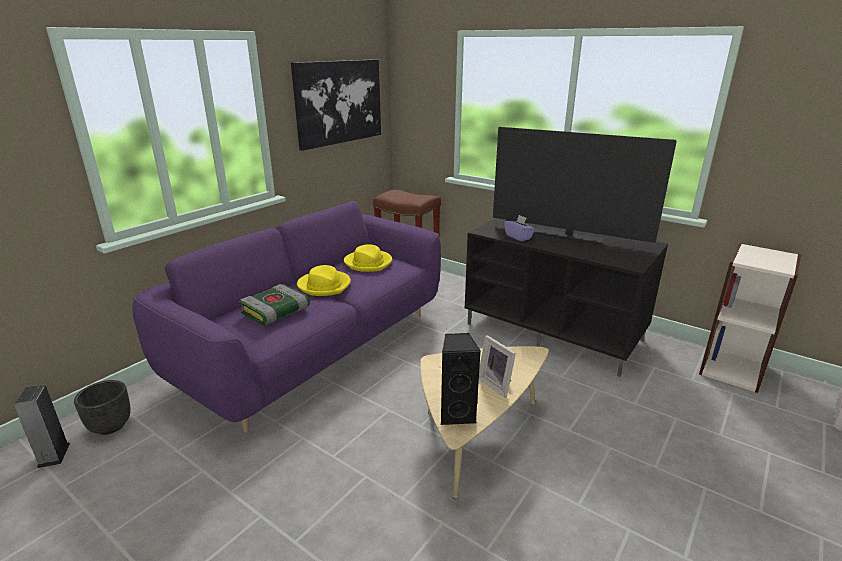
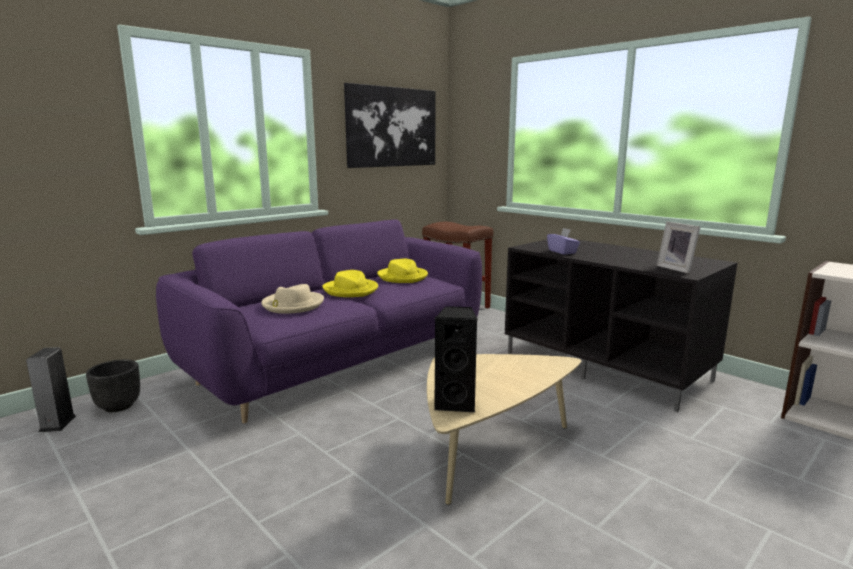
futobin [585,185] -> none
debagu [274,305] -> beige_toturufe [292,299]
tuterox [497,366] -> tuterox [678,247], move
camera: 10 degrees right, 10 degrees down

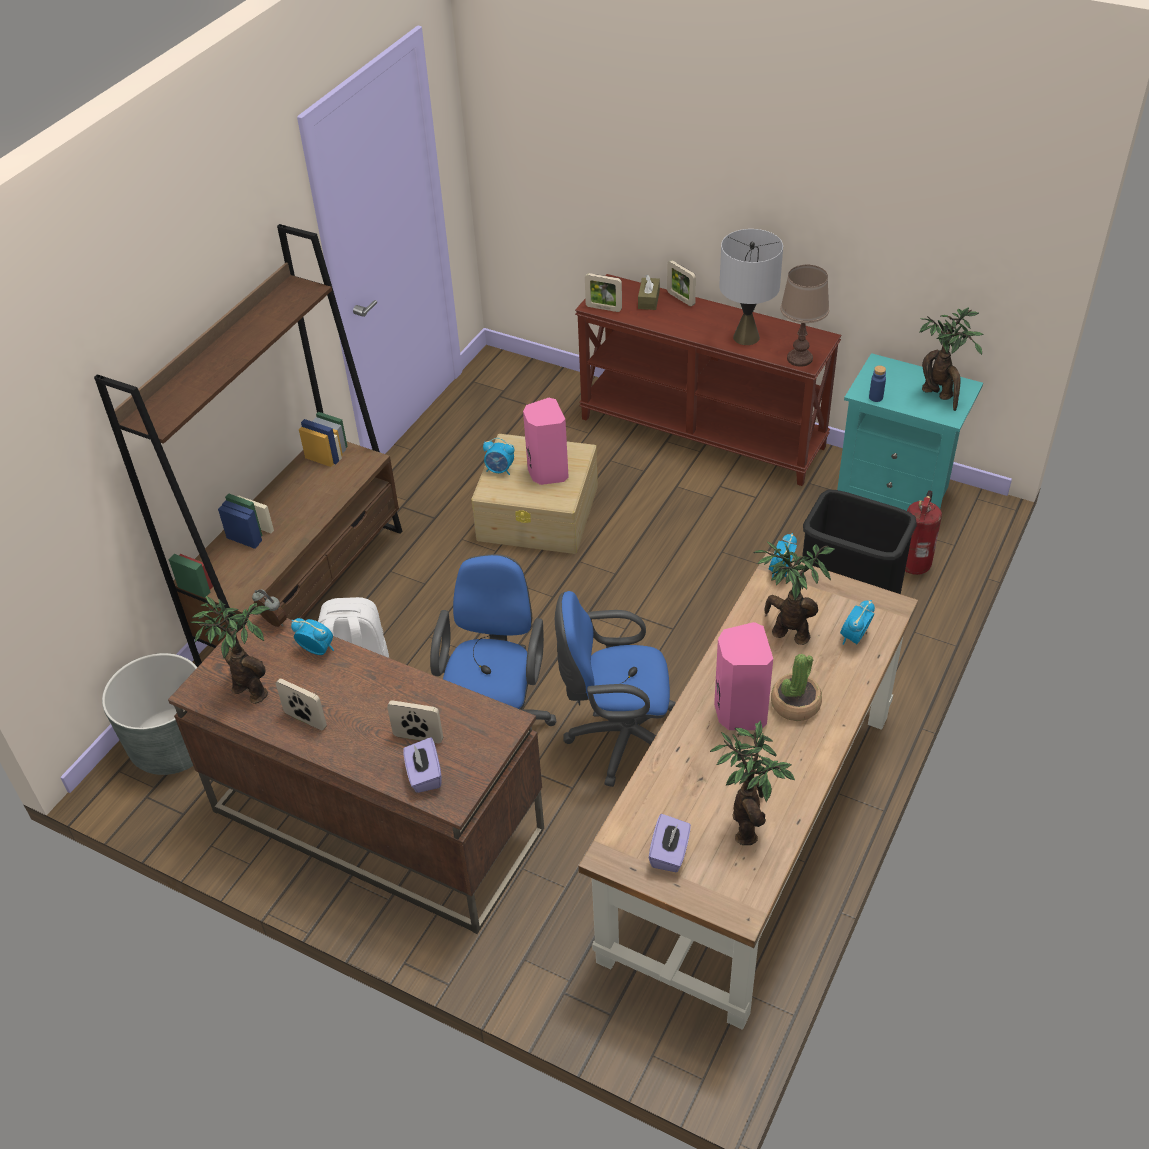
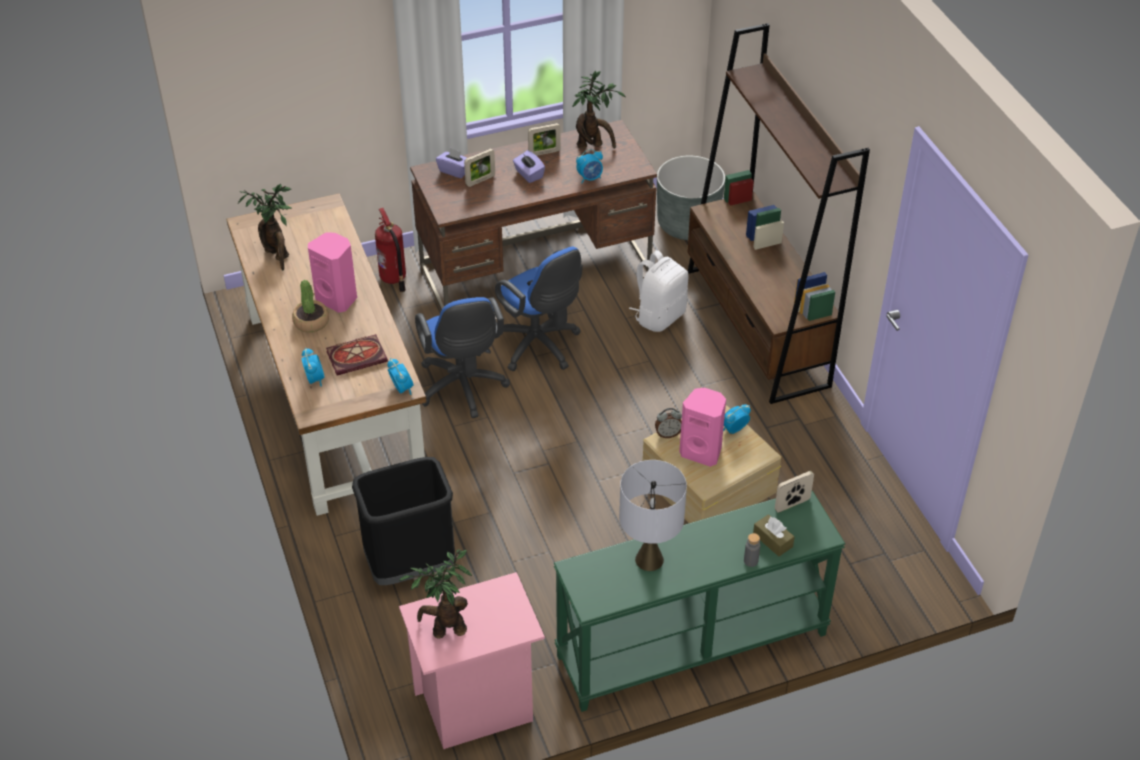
tuterox [681,283] -> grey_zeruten [752,550]
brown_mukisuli [804,316] -> none
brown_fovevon [708,380] -> green_fovevon [699,601]
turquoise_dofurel [910,432] -> pink_dofurel [472,660]
blue_zeruten [877,383] -> none
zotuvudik [923,532] -> zotuvudik [390,250], move
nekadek [794,593] -> debagu [357,354]
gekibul [269,608] -> gekibul [668,423], move
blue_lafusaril [615,689] -> blue_lafusaril [462,357], 120 degrees clockwise
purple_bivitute [670,843] -> purple_bivitute [529,166], move
camera: 130 degrees right, 0 degrees up

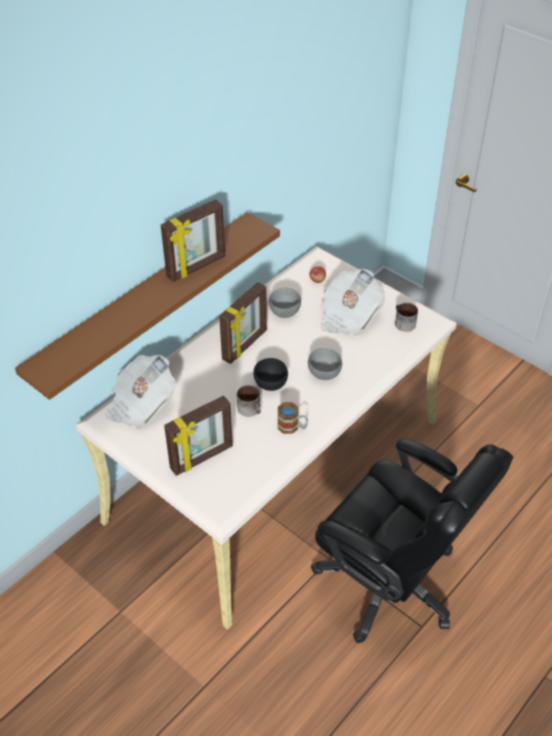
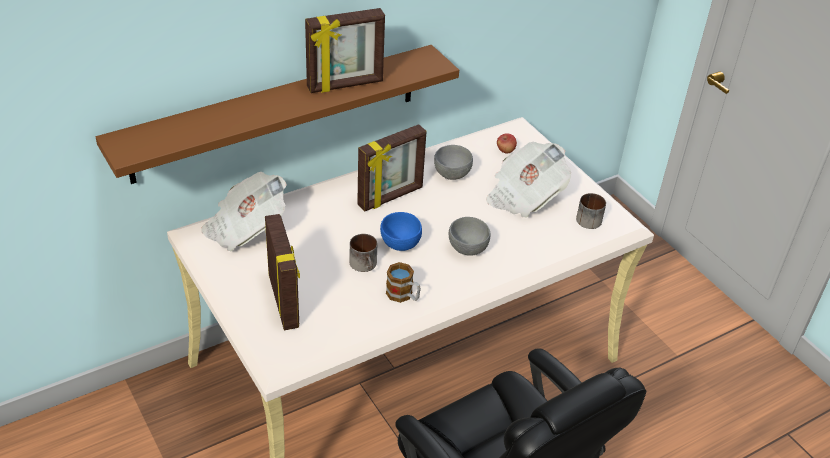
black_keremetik [270,374] -> blue_keremetik [401,231]
tuterox [198,435] -> tuterox [282,272], 90 degrees counterclockwise
camera: 15 degrees right, 5 degrees down

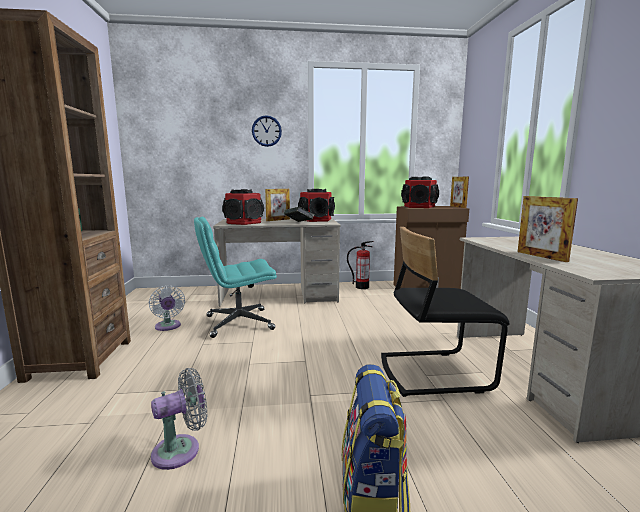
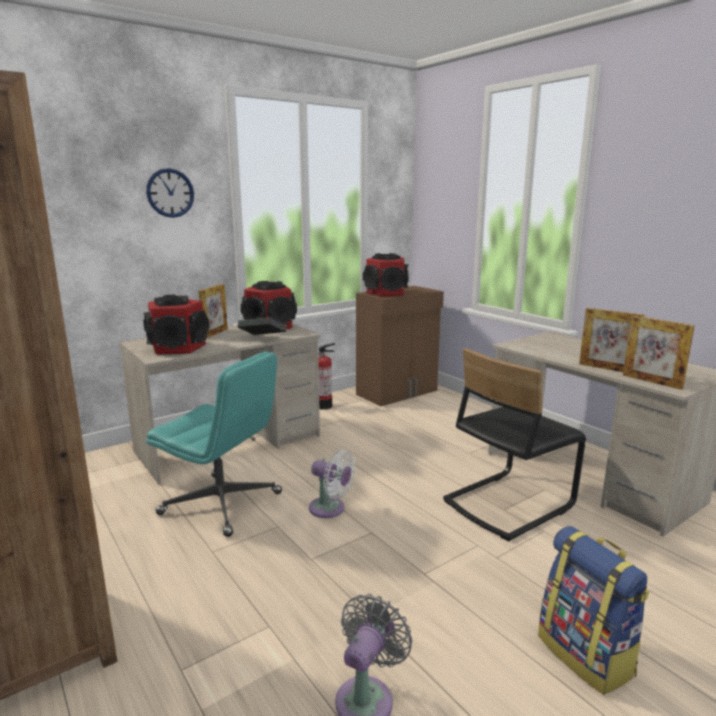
tuterox [459,192] -> tuterox [659,353], move
turquoise_lafusaril [235,277] -> turquoise_lafusaril [214,444], 105 degrees counterclockwise
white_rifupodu [167,308] -> white_rifupodu [332,484], move
camera: 30 degrees left, 5 degrees up

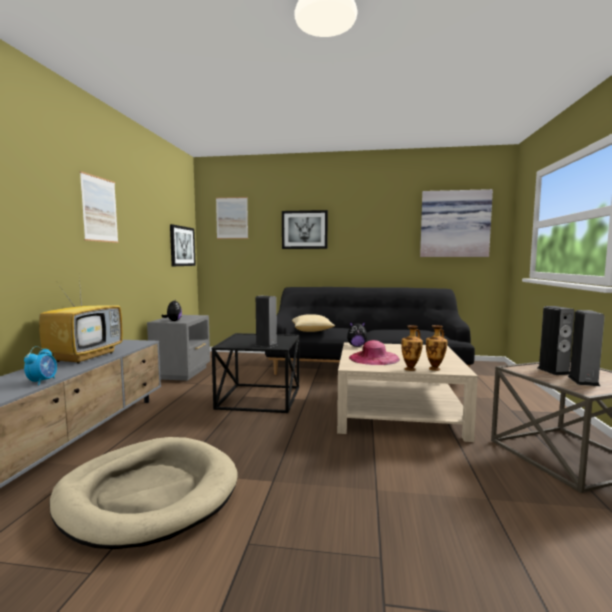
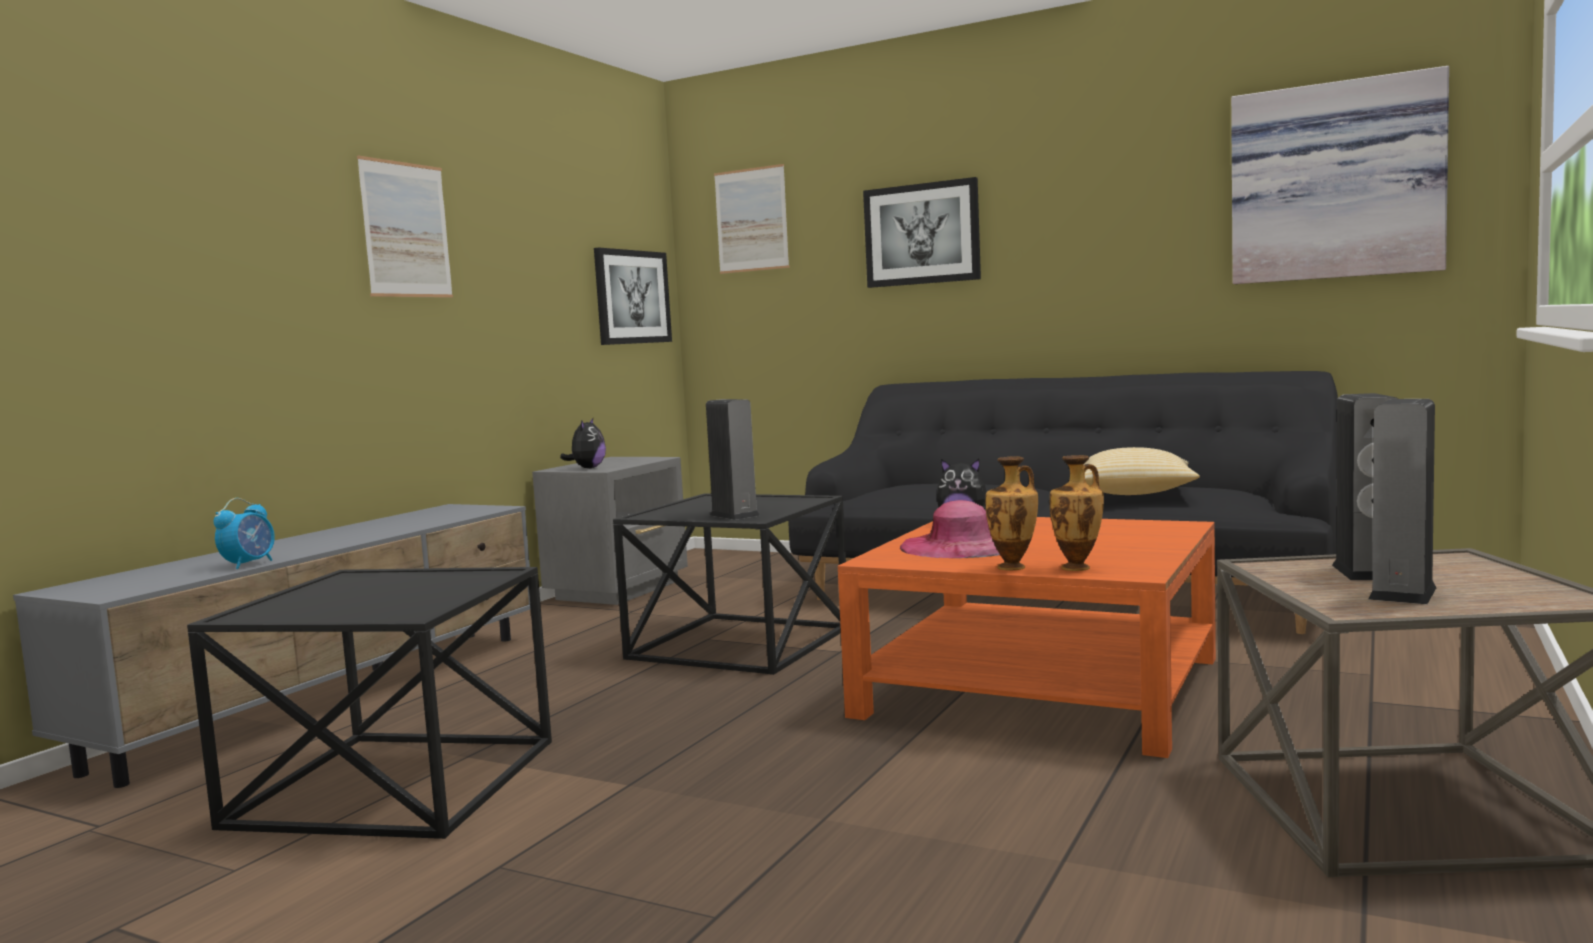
futobin [81,320] -> none
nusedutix [313,323] -> nusedutix [1142,471], move
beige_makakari [407,392] -> orange_makakari [1027,637]
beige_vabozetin [143,493] -> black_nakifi [369,703]
camera: 20 degrees right, 0 degrees up

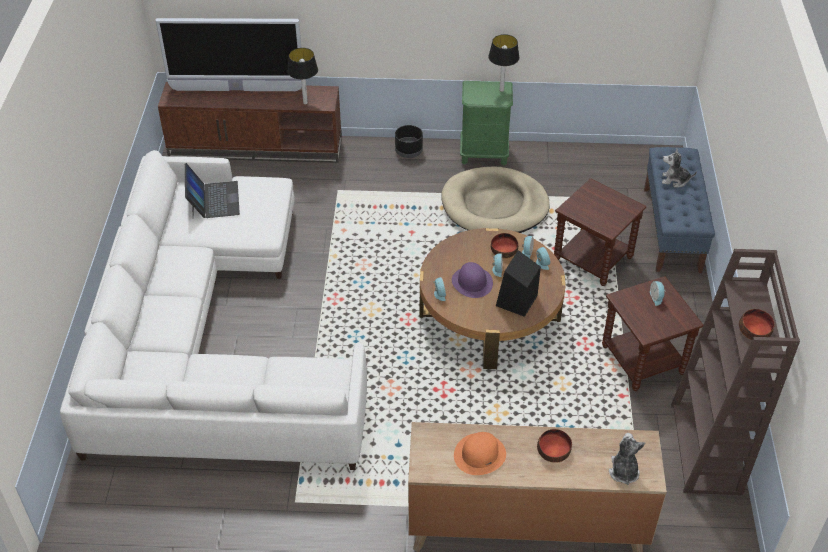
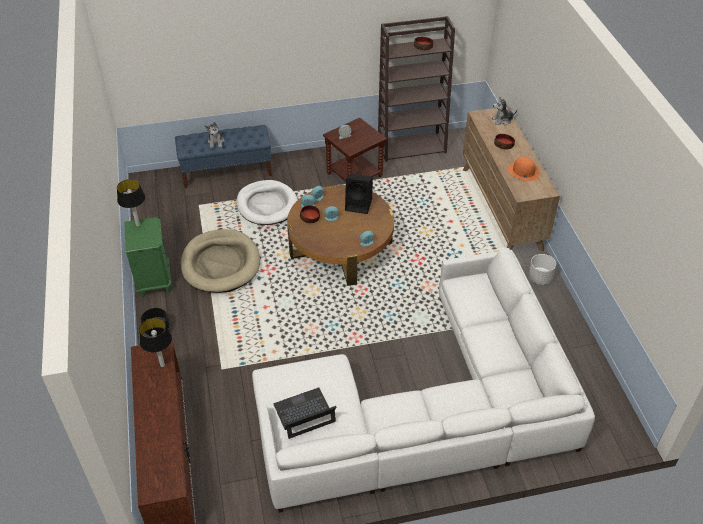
futobin [229,54] -> none
brown_nakifi [600,232] -> white_vabozetin [267,202]
purple_toturufe [472,280] -> none
none -> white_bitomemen [542,269]
camera: 105 degrees left, 0 degrees up

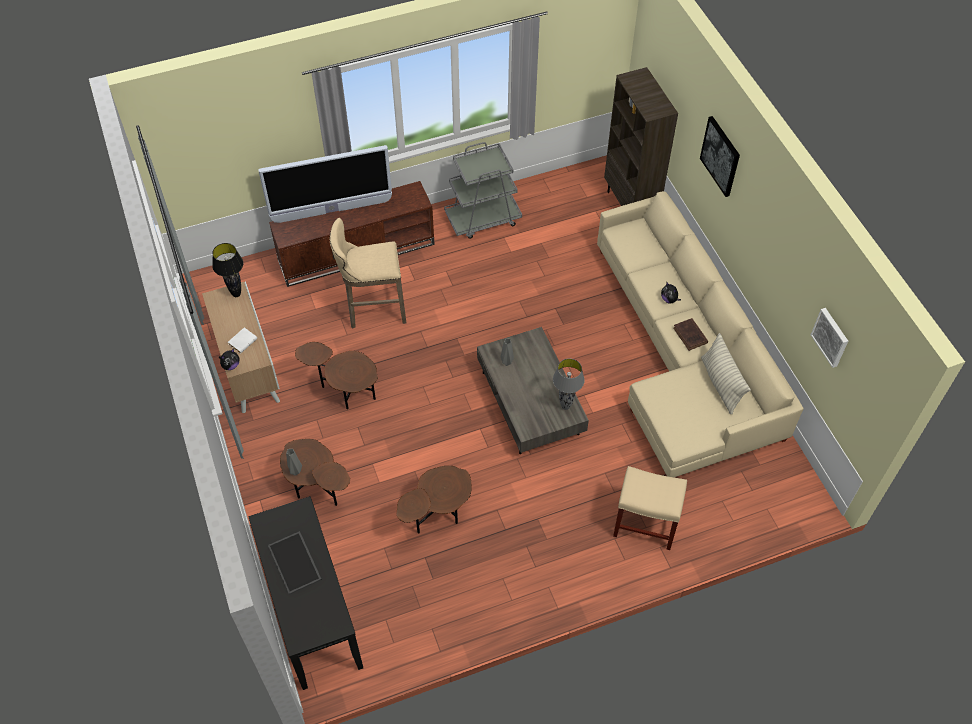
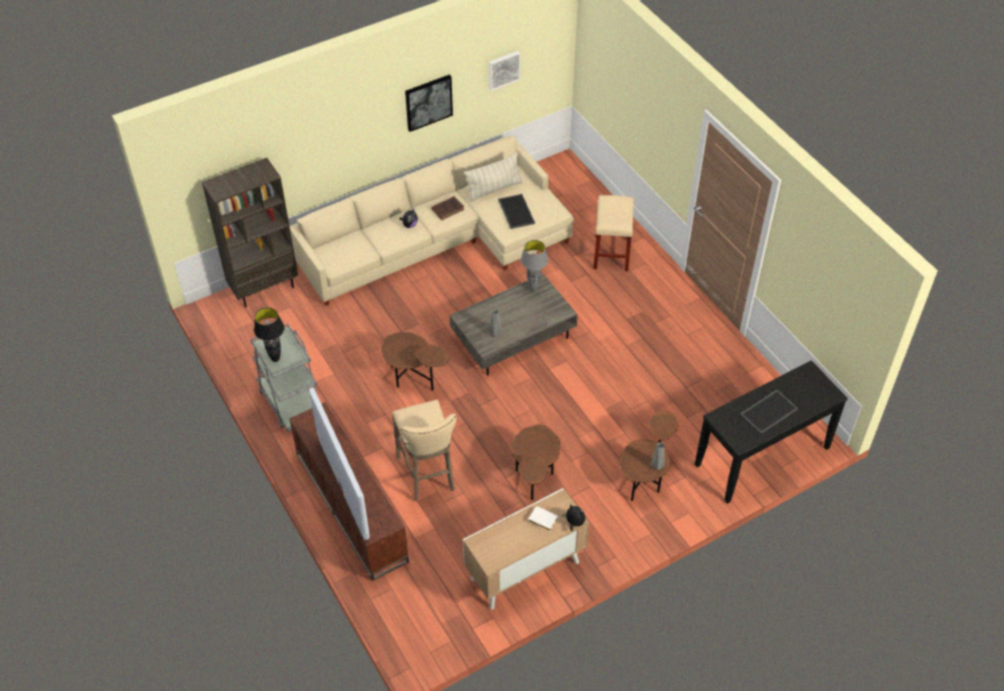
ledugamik [720,156] -> ledugamik [429,103], move
black_mukisuli [227,270] -> black_mukisuli [269,335], move
brown_nakifi [434,500] -> brown_nakifi [415,361], move
none -> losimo [516,211]
camera: 100 degrees left, 5 degrees down

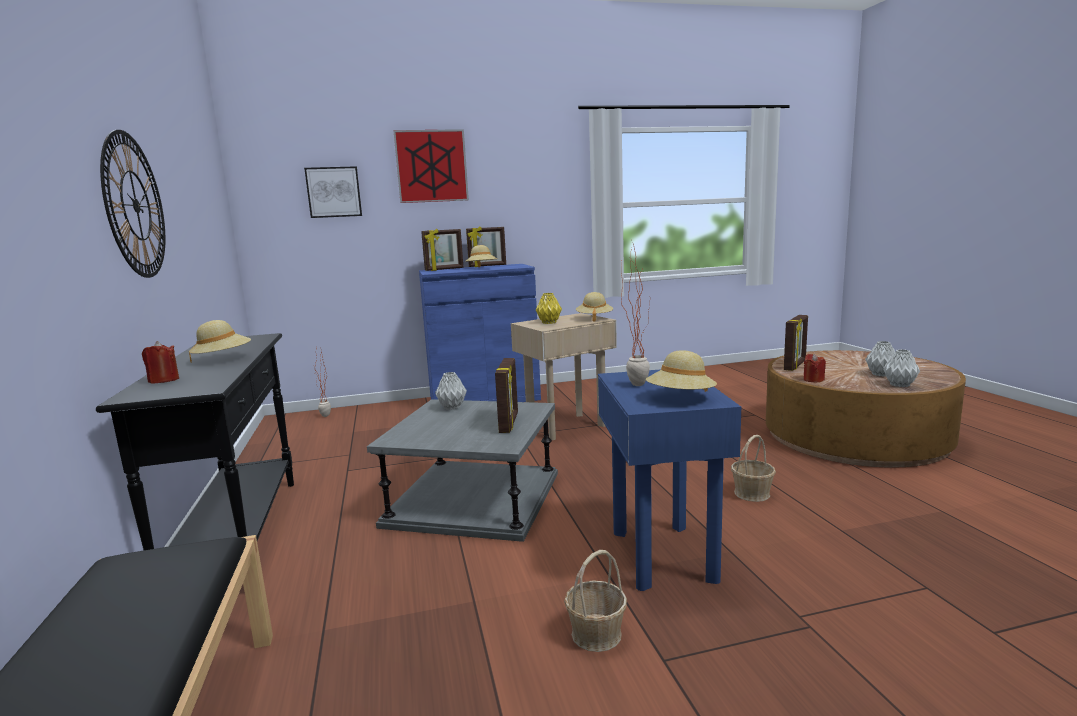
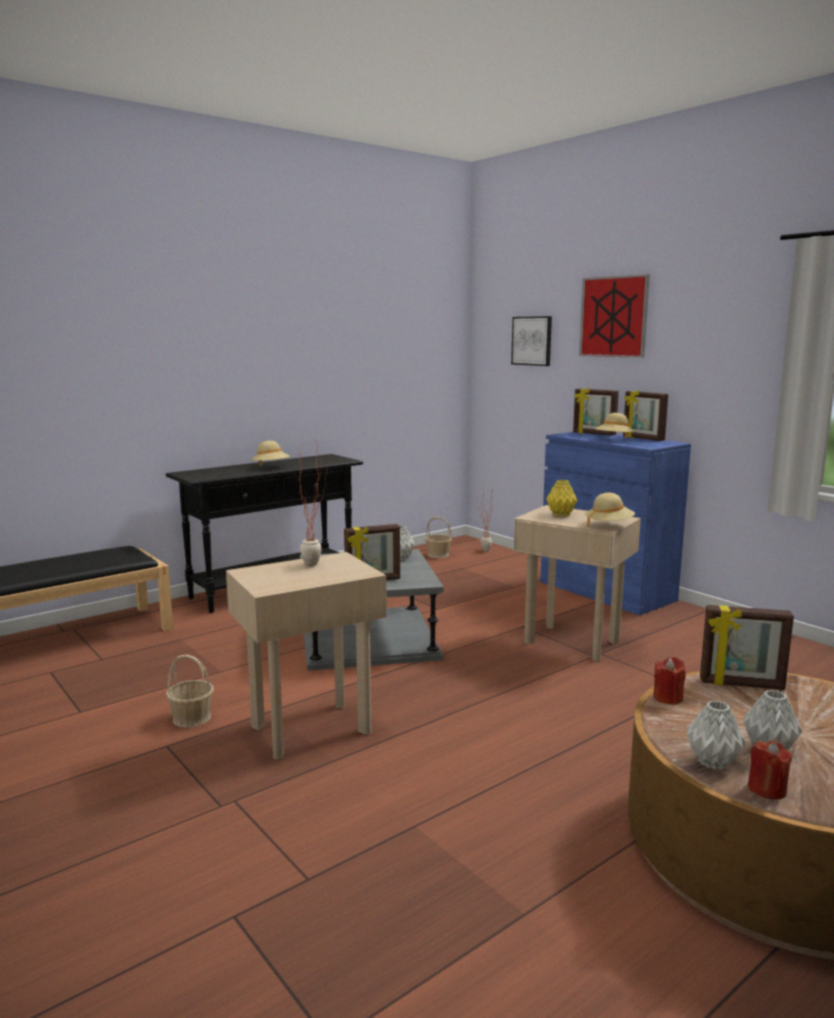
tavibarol [132,204] -> none
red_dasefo [160,362] -> red_dasefo [770,769], move
beige_toturufe [681,371] -> none
blue_nakifi [669,480] -> beige_nakifi [306,656]
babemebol [753,468] -> babemebol [438,537], move
camera: 65 degrees right, 0 degrees up

